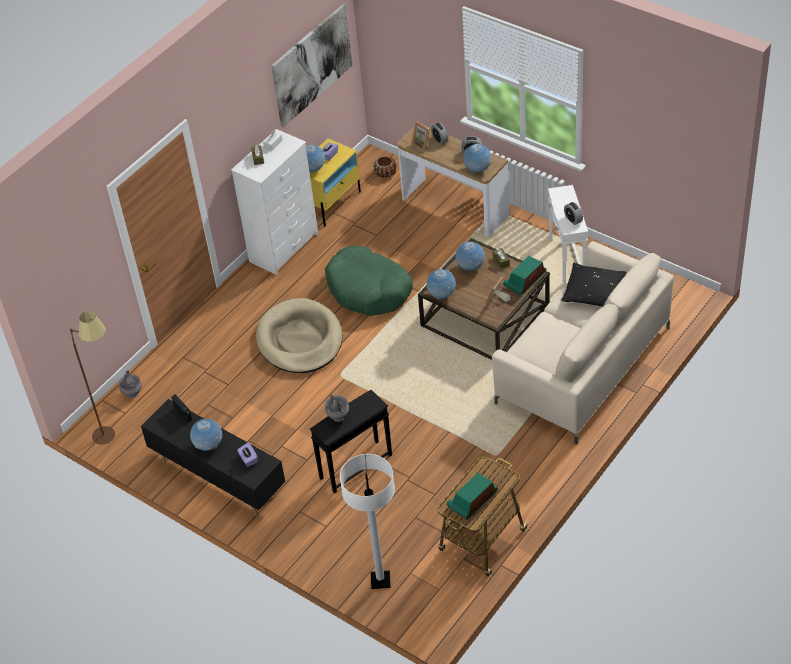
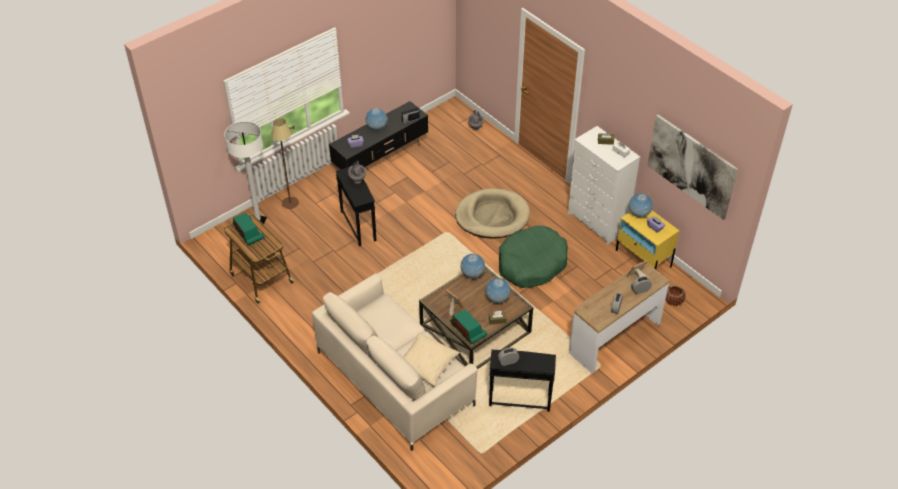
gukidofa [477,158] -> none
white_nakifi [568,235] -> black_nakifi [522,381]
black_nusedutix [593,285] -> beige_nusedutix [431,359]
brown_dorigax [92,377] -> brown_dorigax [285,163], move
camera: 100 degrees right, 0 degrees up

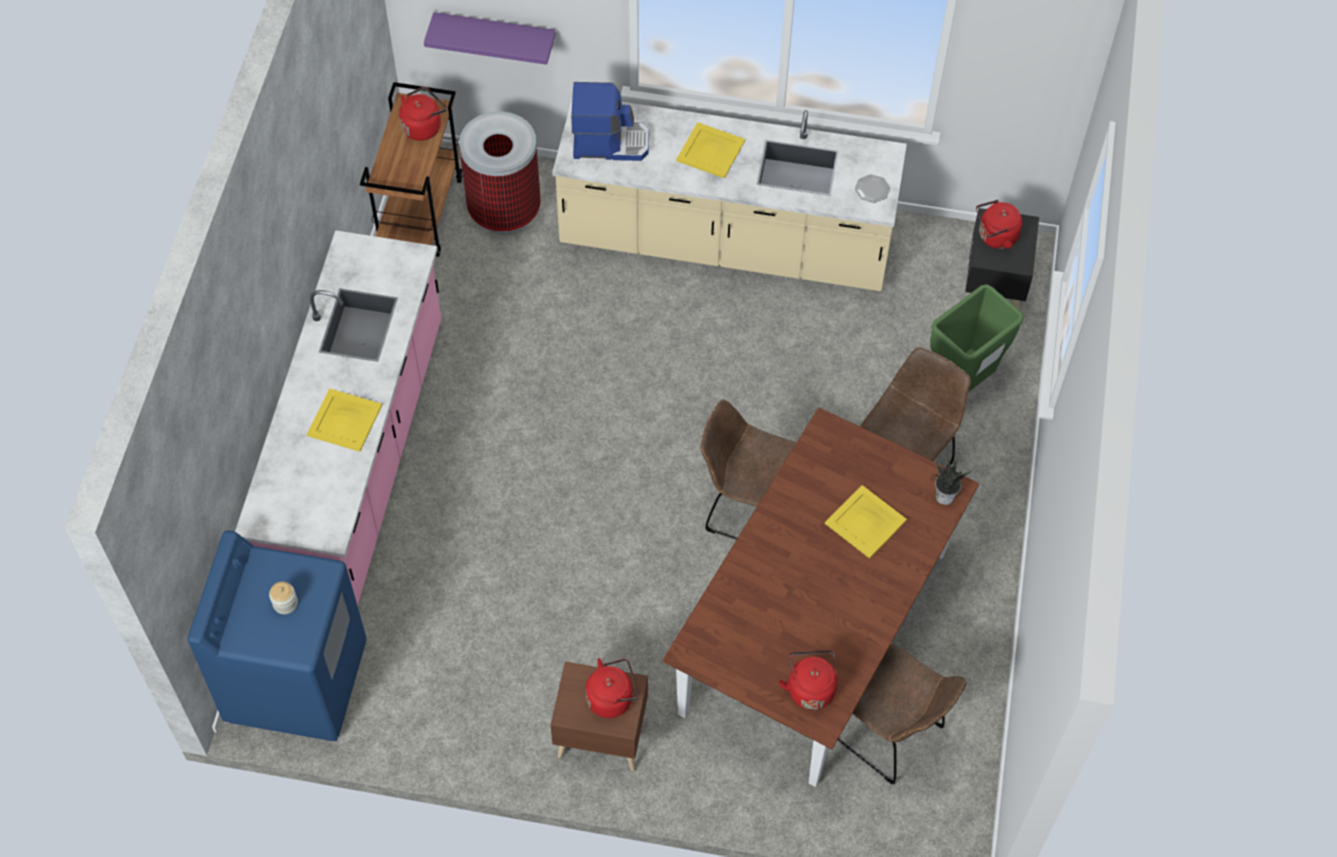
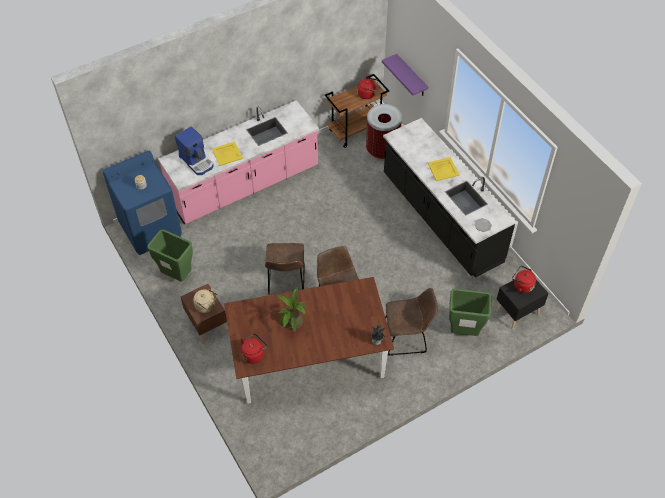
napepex [610,121] -> napepex [194,150], move
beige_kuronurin [729,194] -> black_kuronurin [449,198]
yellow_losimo [866,522] -> none
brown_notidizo [902,714] -> brown_notidizo [285,268], move
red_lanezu [613,688] -> beige_lanezu [205,300]
none -> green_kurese [170,256]
none -> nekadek [292,309]
camera: 50 degrees right, 5 degrees down

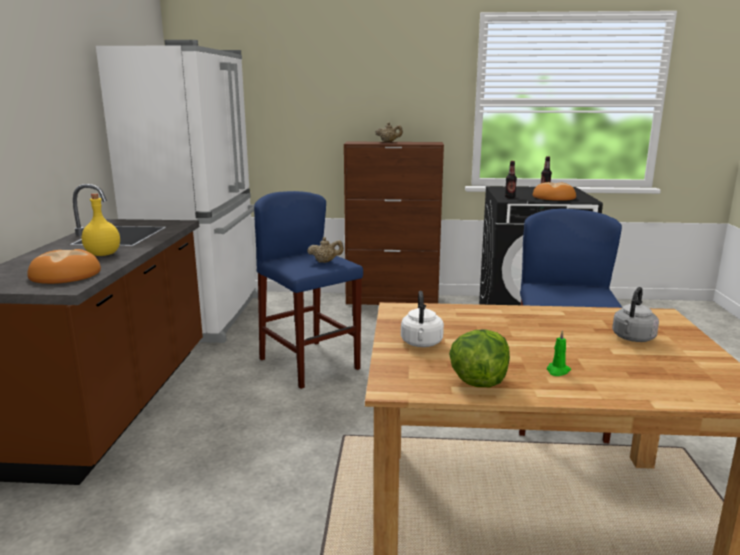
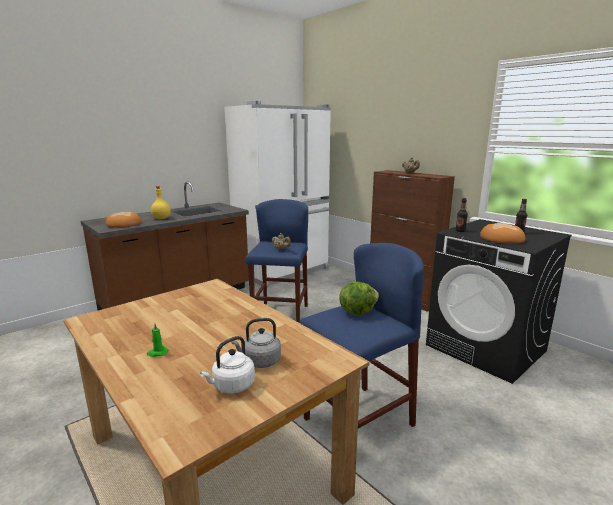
white_lanezu [422,319] -> white_lanezu [227,365], move
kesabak [479,358] -> kesabak [359,298], move
camera: 45 degrees right, 0 degrees up

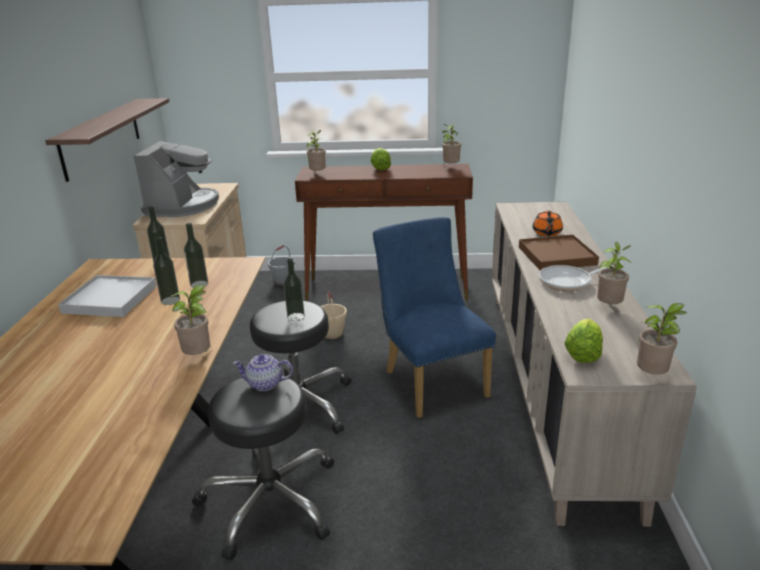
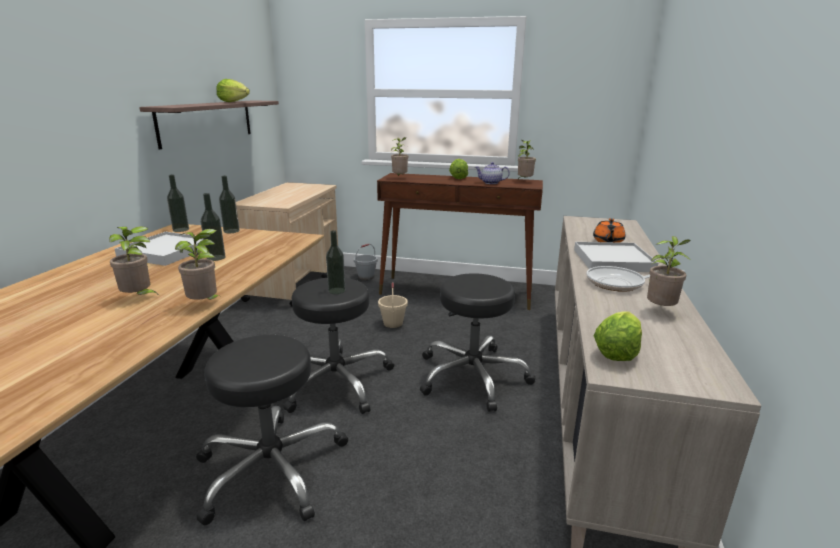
napepex [176,179] -> none
blue_notidizo [434,317] -> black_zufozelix [477,342]
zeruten [196,255] -> zeruten [178,203], move
brown_losimo [559,253] -> white_losimo [616,257]
nekadek [662,339] -> nekadek [134,260], move
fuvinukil [263,372] -> fuvinukil [492,173], move
none -> kesabak [233,90]
camera: 10 degrees right, 5 degrees down

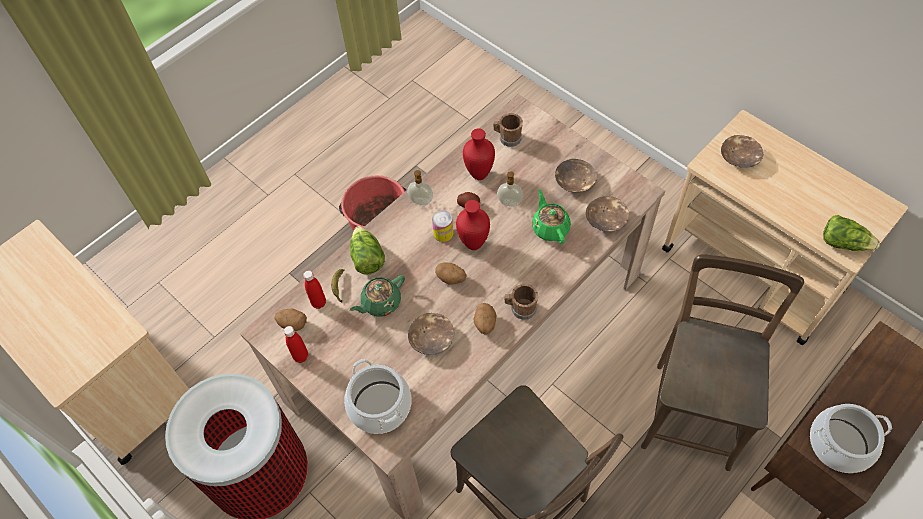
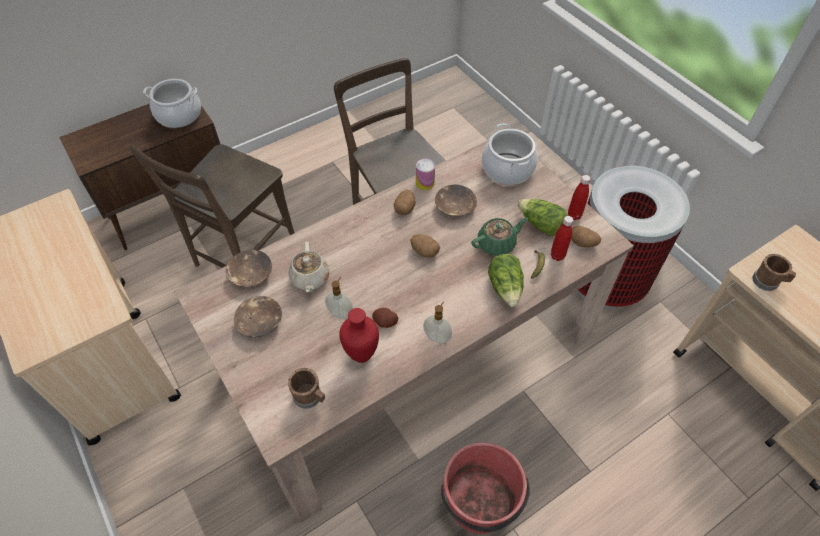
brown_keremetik [742,151] -> none
green_fuvinukil [551,217] -> beige_fuvinukil [309,267]
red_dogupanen [473,225] -> none
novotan [442,226] -> novotan [425,174], move
kesabak [851,233] -> kesabak [542,217], move
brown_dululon [521,302] -> brown_dululon [774,272], move
camera: 170 degrees left, 5 degrees down

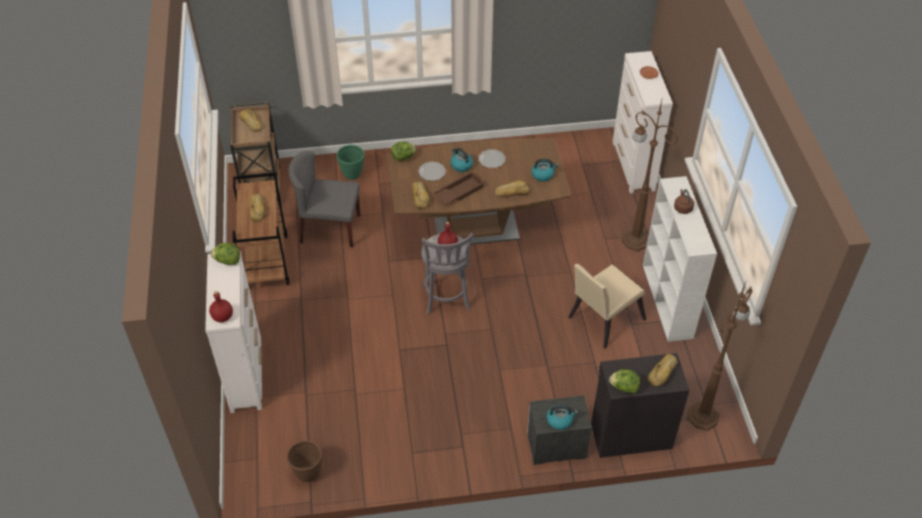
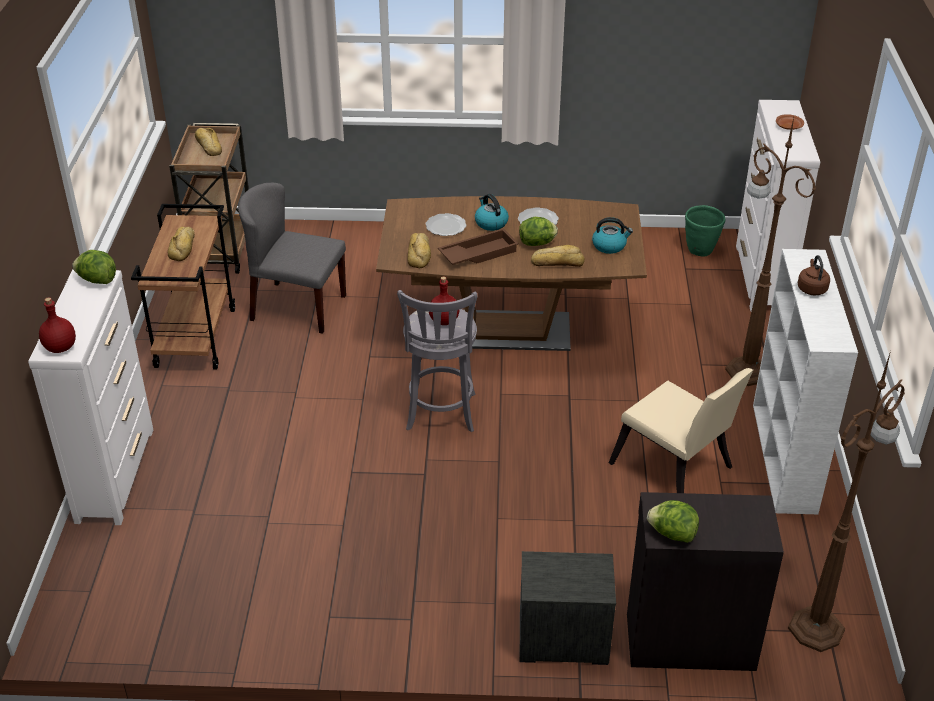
kesabak [403,151] -> kesabak [538,231], move
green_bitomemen [350,162] -> green_bitomemen [705,230], move
beige_notidizo [607,306] -> beige_notidizo [681,430], 105 degrees counterclockwise
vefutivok [663,370] -> none
lanezu [562,417] -> none
brown_bitomemen [304,461] -> none
camera: 10 degrees right, 10 degrees down

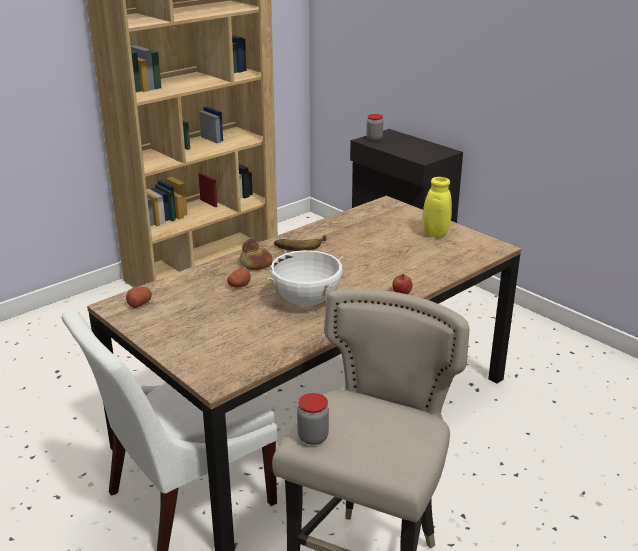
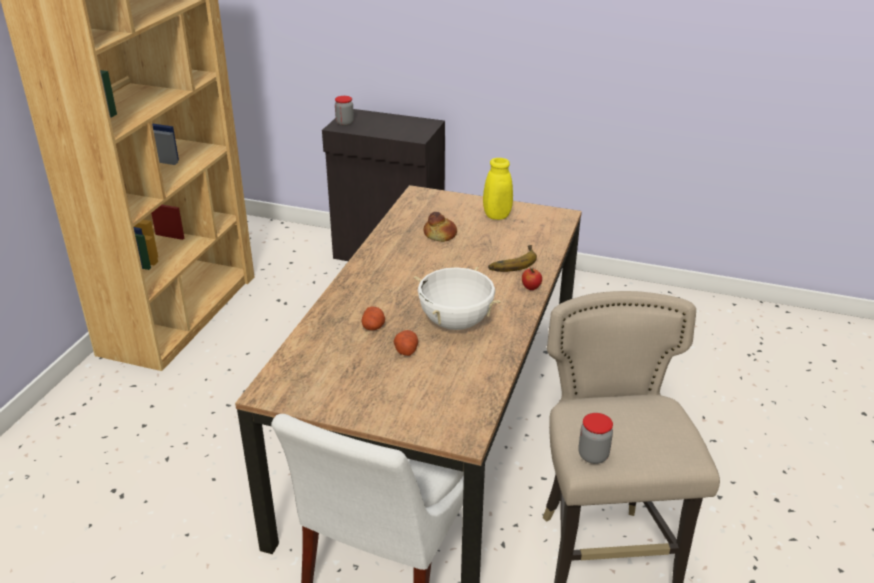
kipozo [300,243] -> kipozo [512,258], move
vefutivok [256,254] -> vefutivok [440,227], move
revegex [139,297] -> revegex [406,343], move
camera: 30 degrees left, 5 degrees up

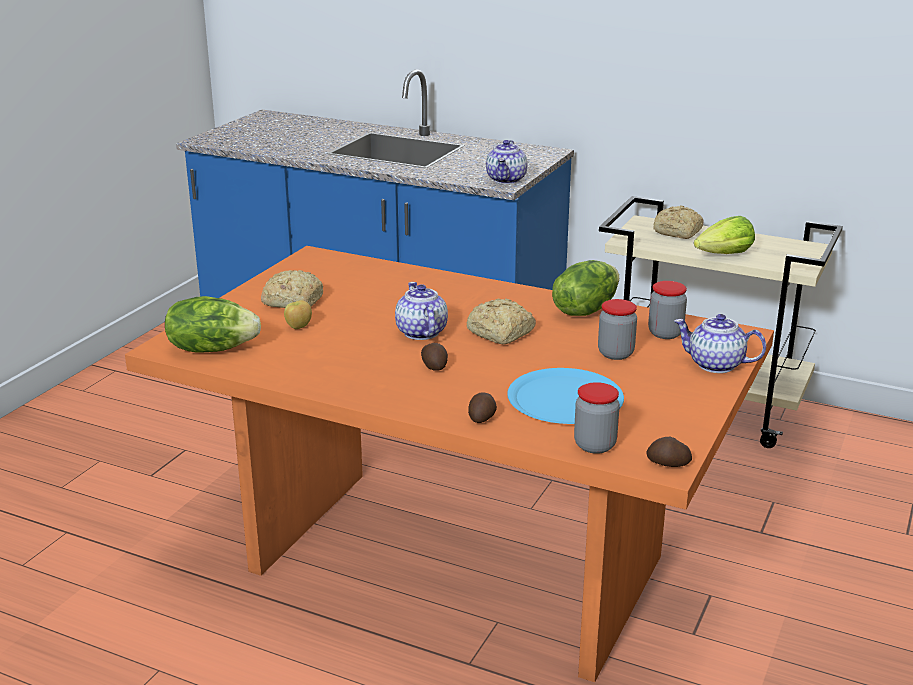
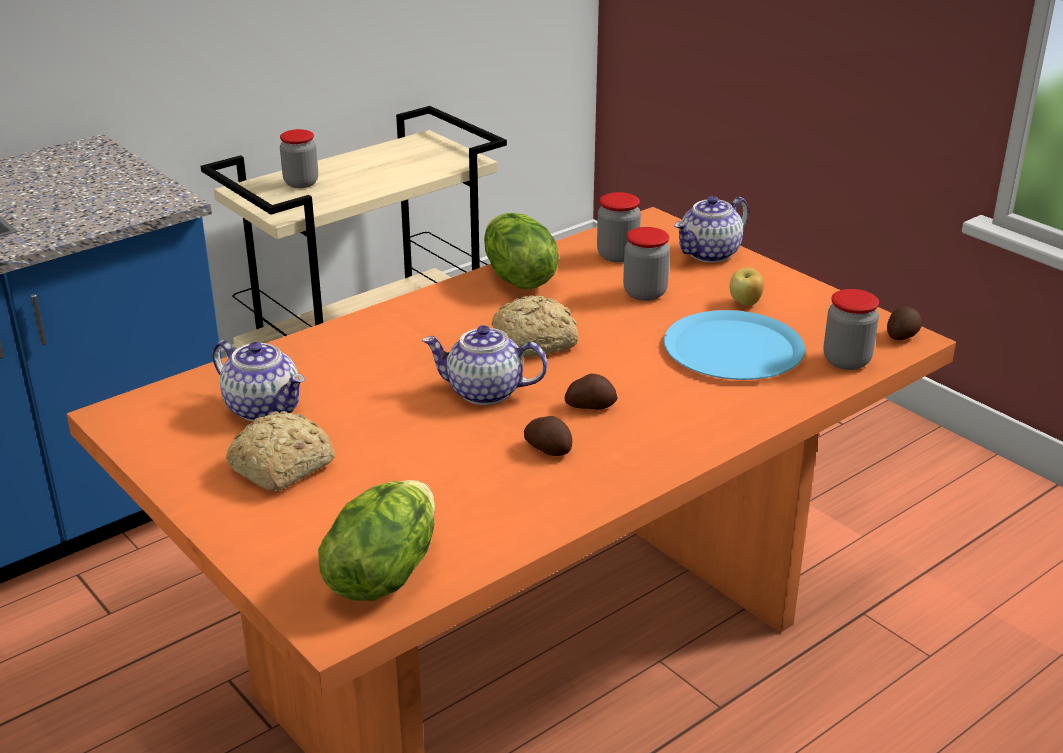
fuvinukil [506,162] -> fuvinukil [258,381], move
vefutivok [678,222] -> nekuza [299,158]
kesabak [724,235] -> none
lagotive [298,314] -> lagotive [747,286], move
revegex [482,408] -> revegex [548,436], move
camera: 65 degrees left, 5 degrees up

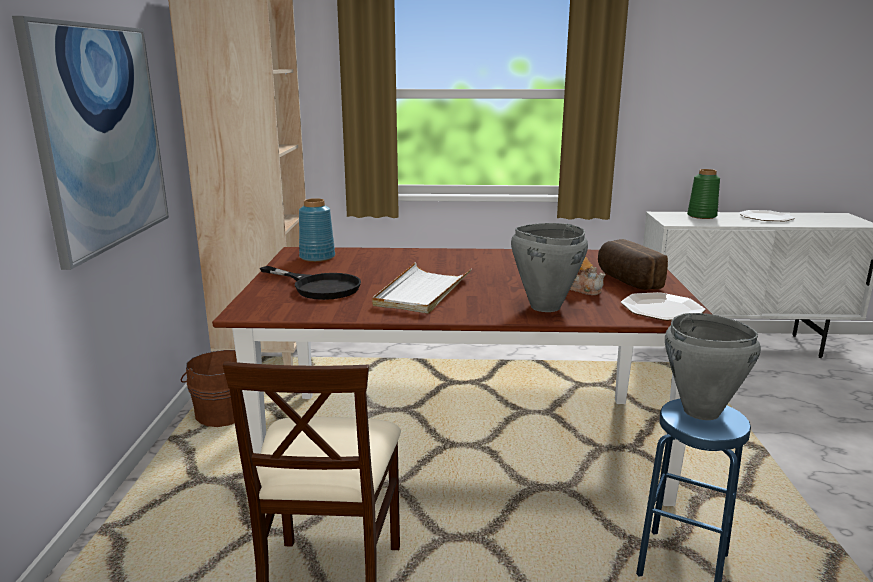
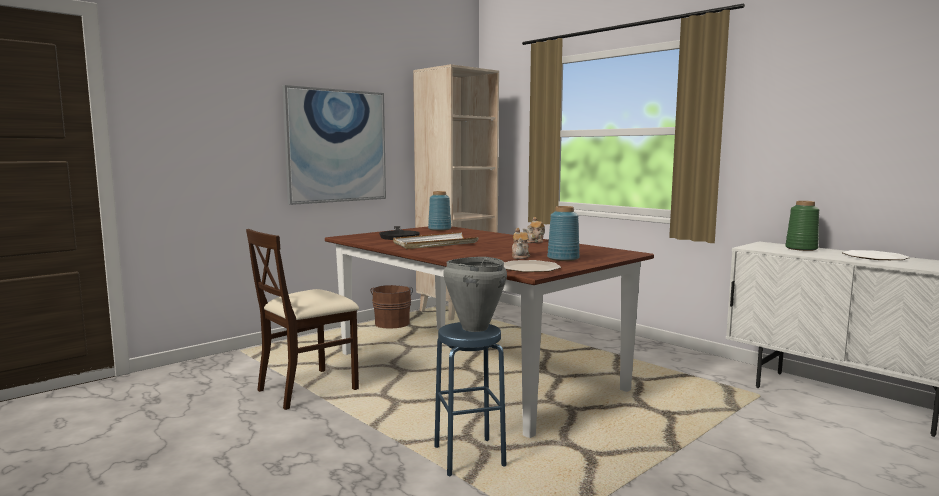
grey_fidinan [549,267] -> none
vefutivok [633,264] -> blue_dogupanen [563,233]
none -> fuvinukil [534,230]
camera: 45 degrees right, 10 degrees down

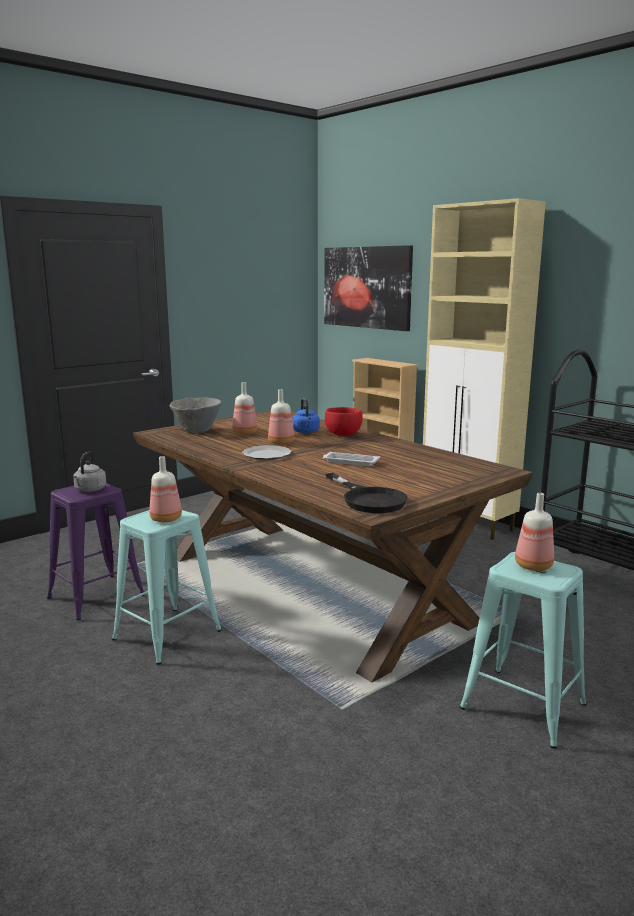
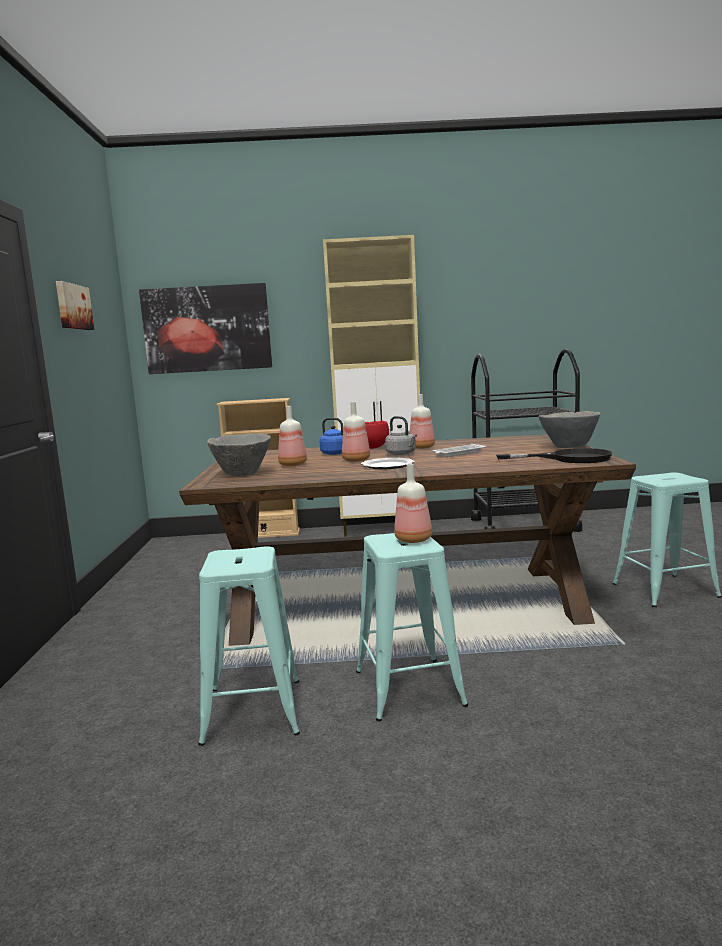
grey_lanezu [90,471] -> grey_lanezu [401,435], move
purple_zufozelix [96,551] -> turquoise_zufozelix [249,646]
zeruten [534,532] -> zeruten [422,421], move
none -> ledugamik [75,305]
none -> grey_keremetik [569,429]
camera: 50 degrees left, 5 degrees down

